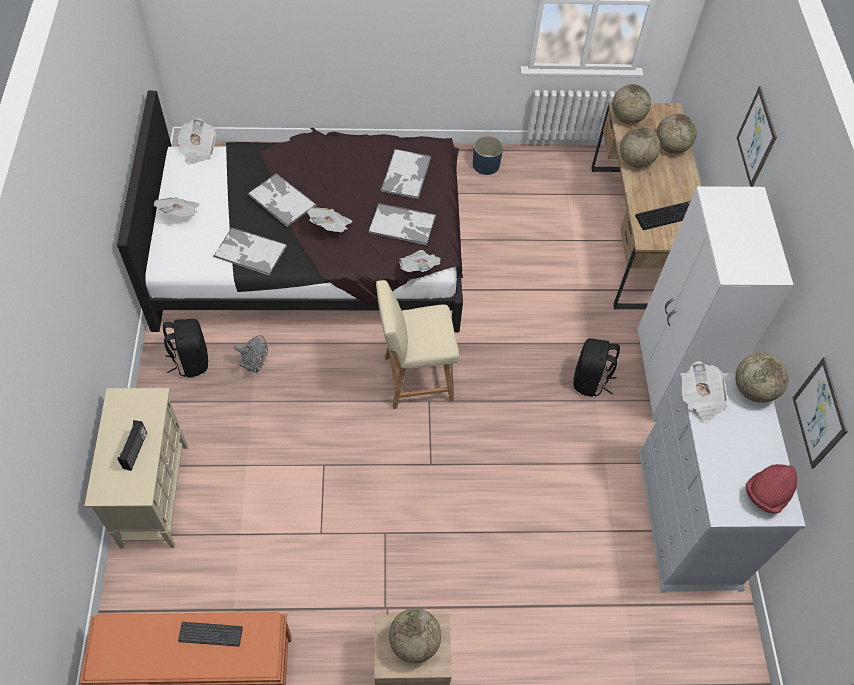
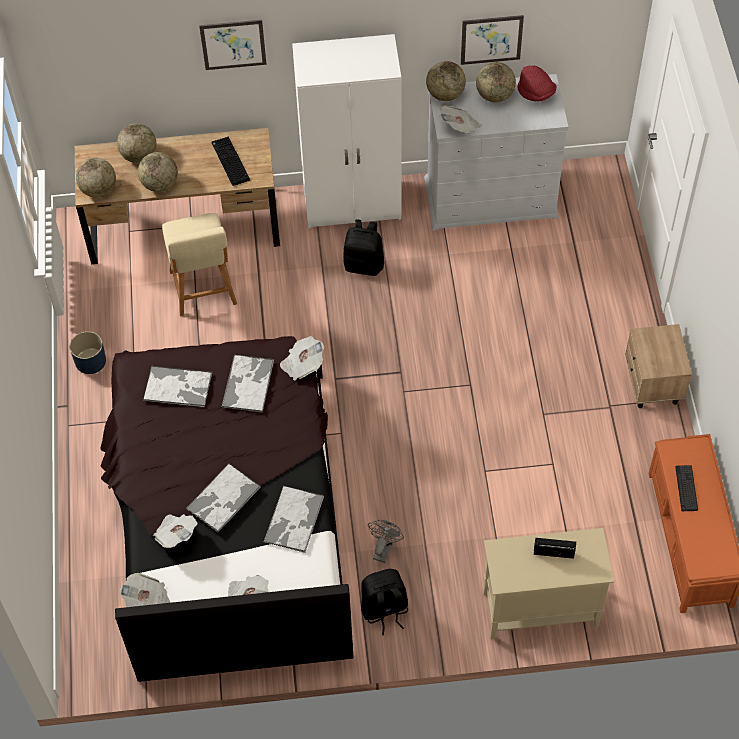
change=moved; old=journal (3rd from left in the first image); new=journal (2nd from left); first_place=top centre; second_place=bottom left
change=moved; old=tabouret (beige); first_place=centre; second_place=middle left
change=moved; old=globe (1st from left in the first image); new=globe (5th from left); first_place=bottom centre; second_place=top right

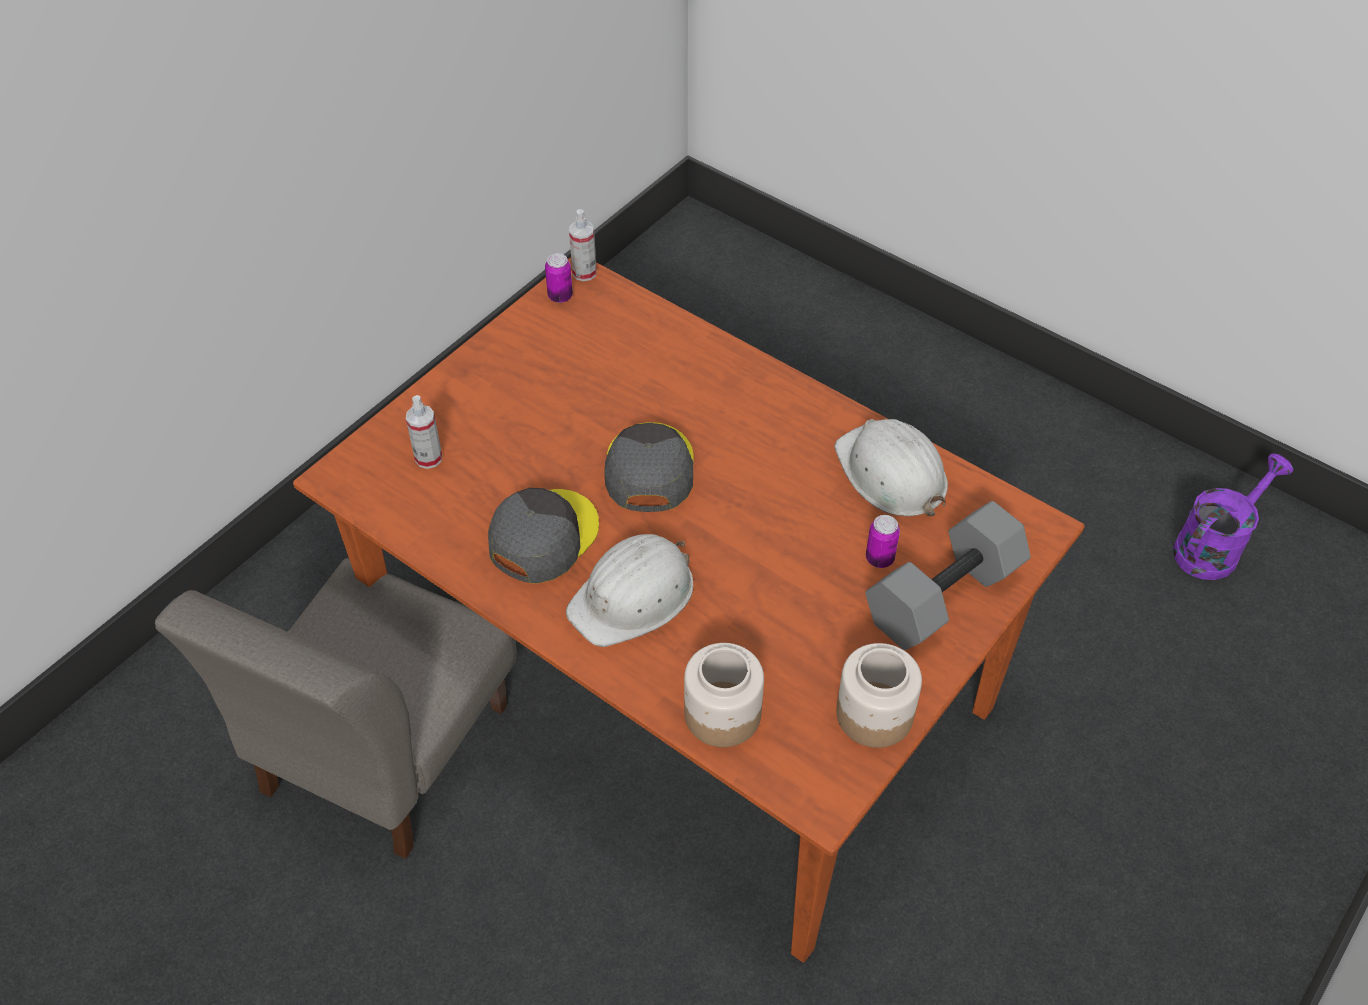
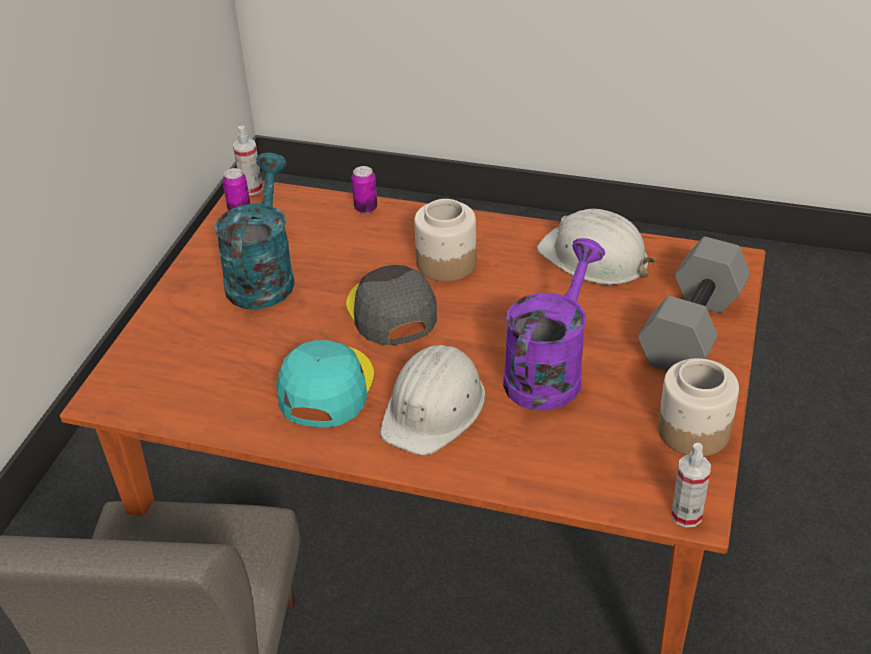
change=added; new=arrosoir (turquoise); second_place=middle left
change=recoloured; old=casquette (gris) (1st from left); new=casquette (turquoise); first_place=centre; second_place=centre
change=moved; old=boîte métallique (2nd from left); first_place=centre; second_place=top centre
change=moved; old=bocal (1st from left); first_place=bottom centre; second_place=centre
change=moved; old=arrosoir (violet); first_place=middle right; second_place=centre
change=moved; old=vaporisateur (1st from left in the first image); new=vaporisateur (2nd from left); first_place=middle left; second_place=bottom right

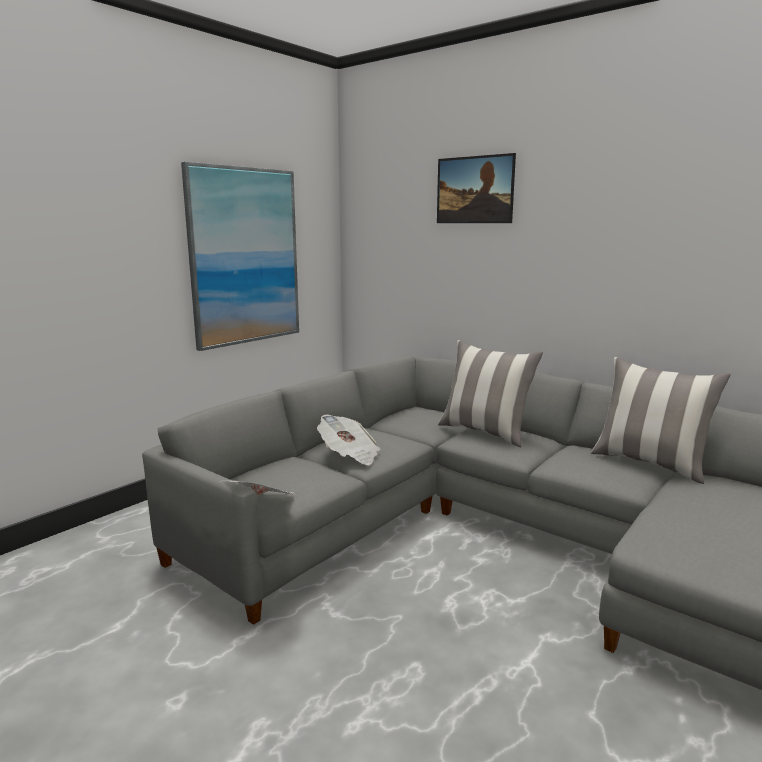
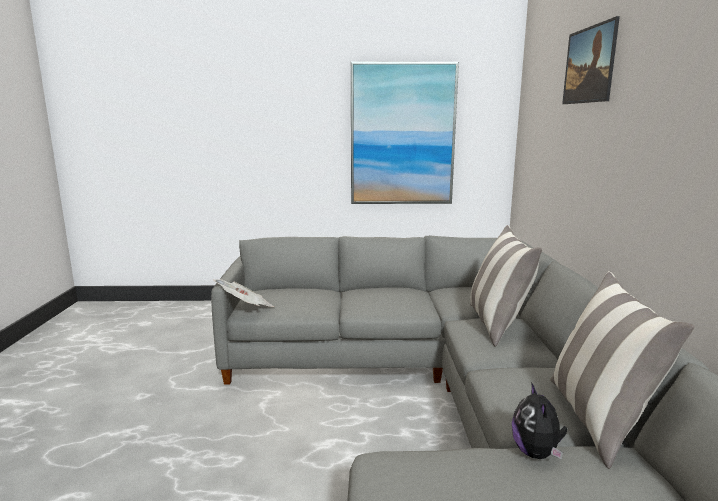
change=added; new=peluche; second_place=bottom right
change=removed; old=journal (2nd from left); first_place=centre

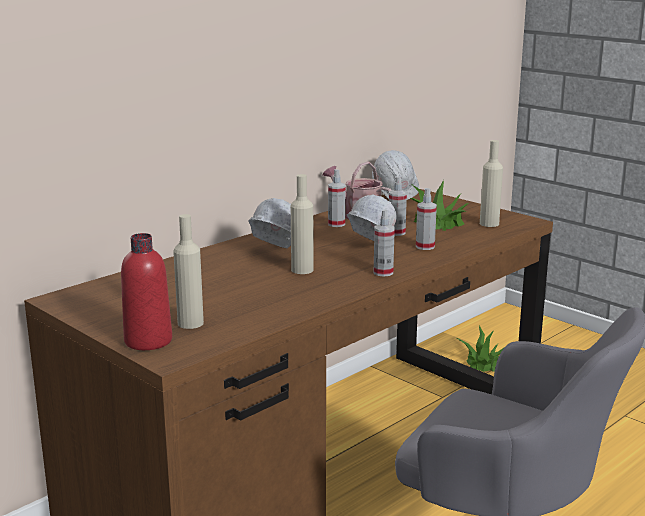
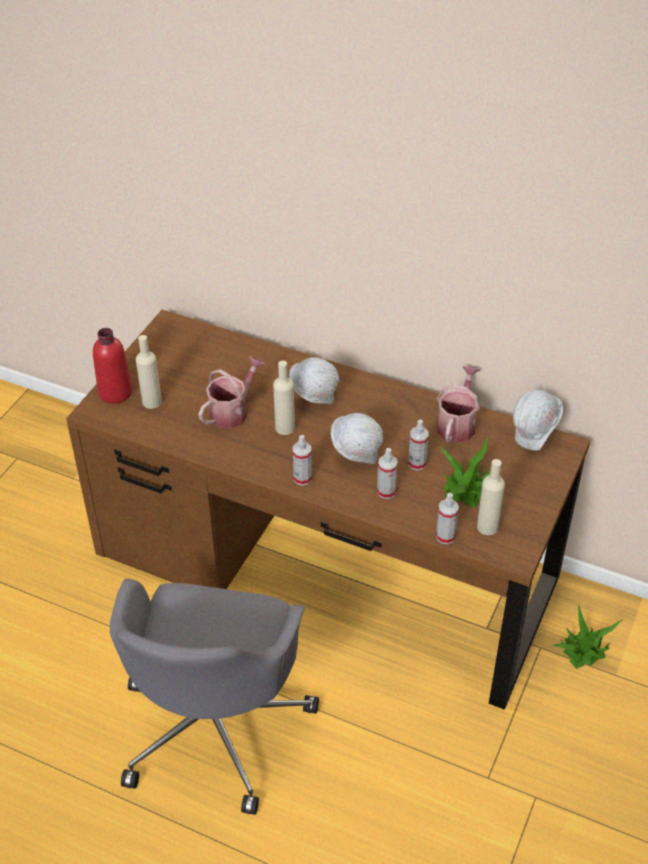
change=added; new=arrosoir (1st from left); second_place=centre
change=moved; old=vaporisateur (1st from left in the first image); new=vaporisateur (4th from left); first_place=centre; second_place=middle right

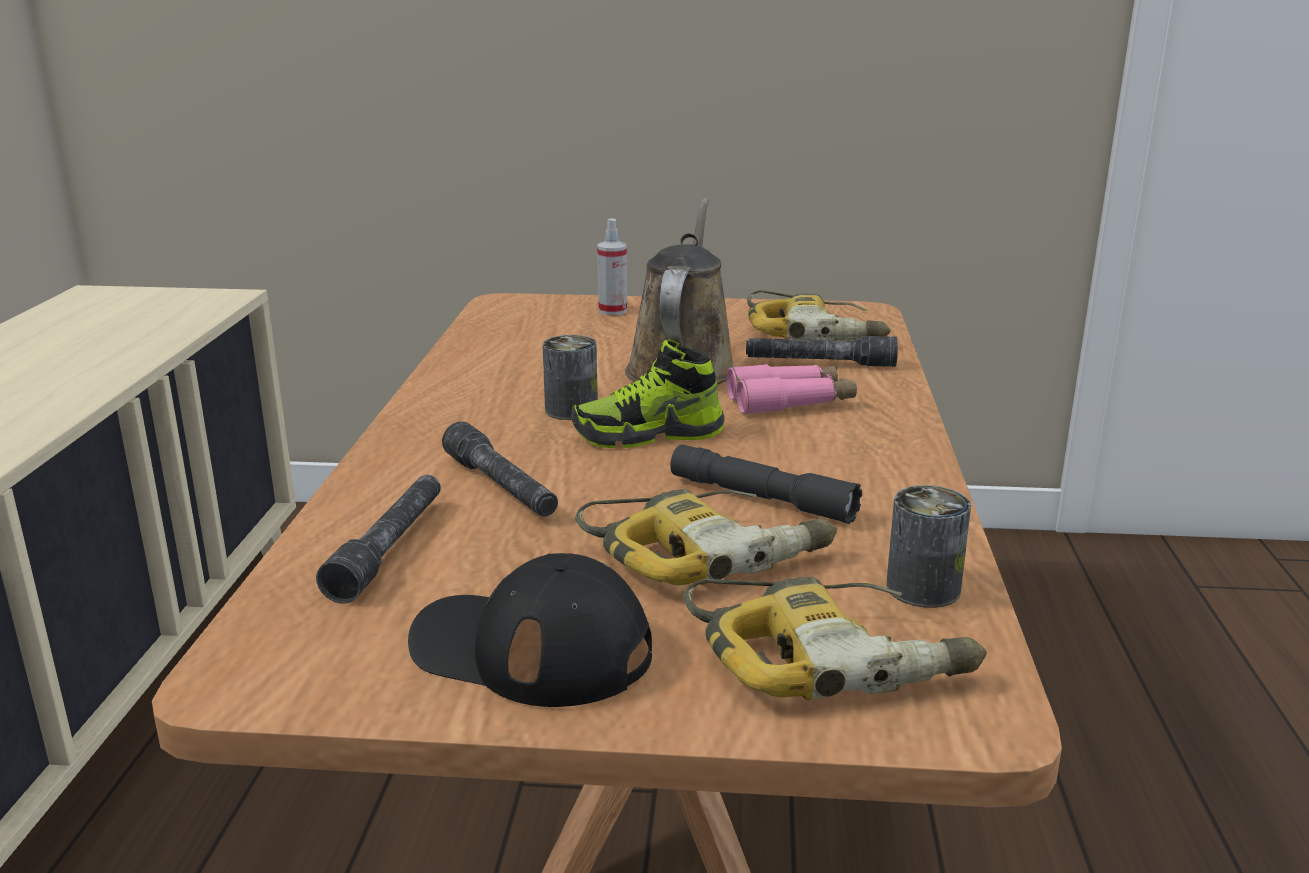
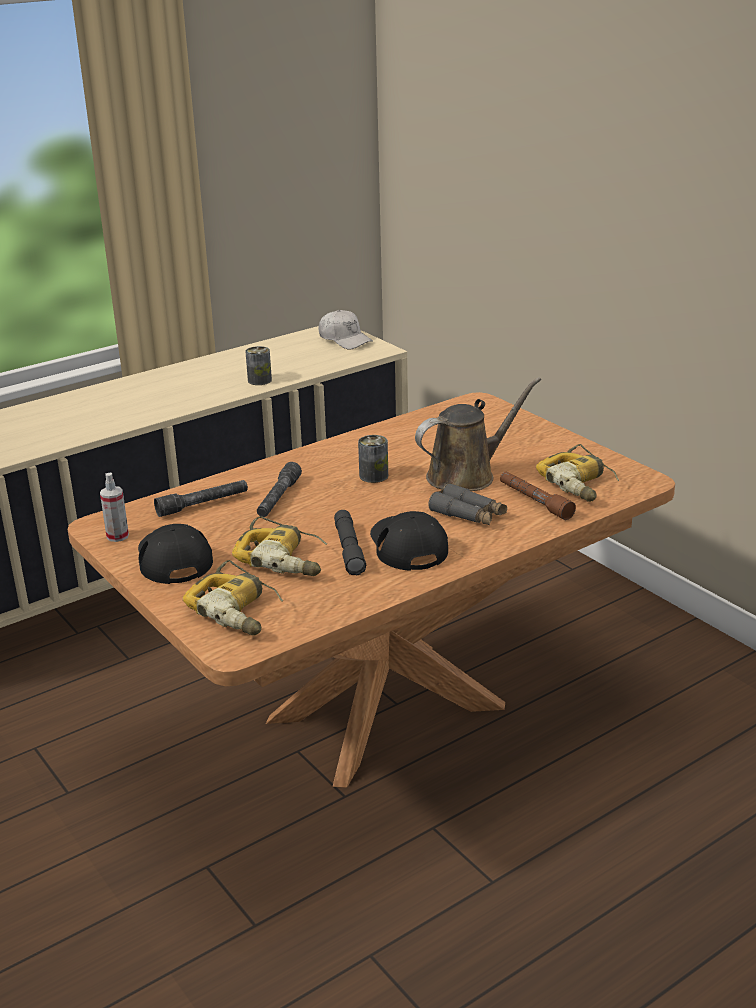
change=moved; old=vaporisateur; first_place=top centre; second_place=middle left
change=moved; old=boîte métallique (2nd from left in the first image); new=boîte métallique (1st from left); first_place=middle right; second_place=centre
change=added; new=casquette (blanc); second_place=top centre
change=added; new=casquette (noir) (2nd from left); second_place=centre
change=recoloured; old=jumelles (rose); new=jumelles (gris); first_place=centre; second_place=centre
change=recoloured; old=lampe de poche (gris) (4th from left); new=lampe de poche (marron); first_place=centre; second_place=middle right
change=removed; old=chaussure; first_place=centre

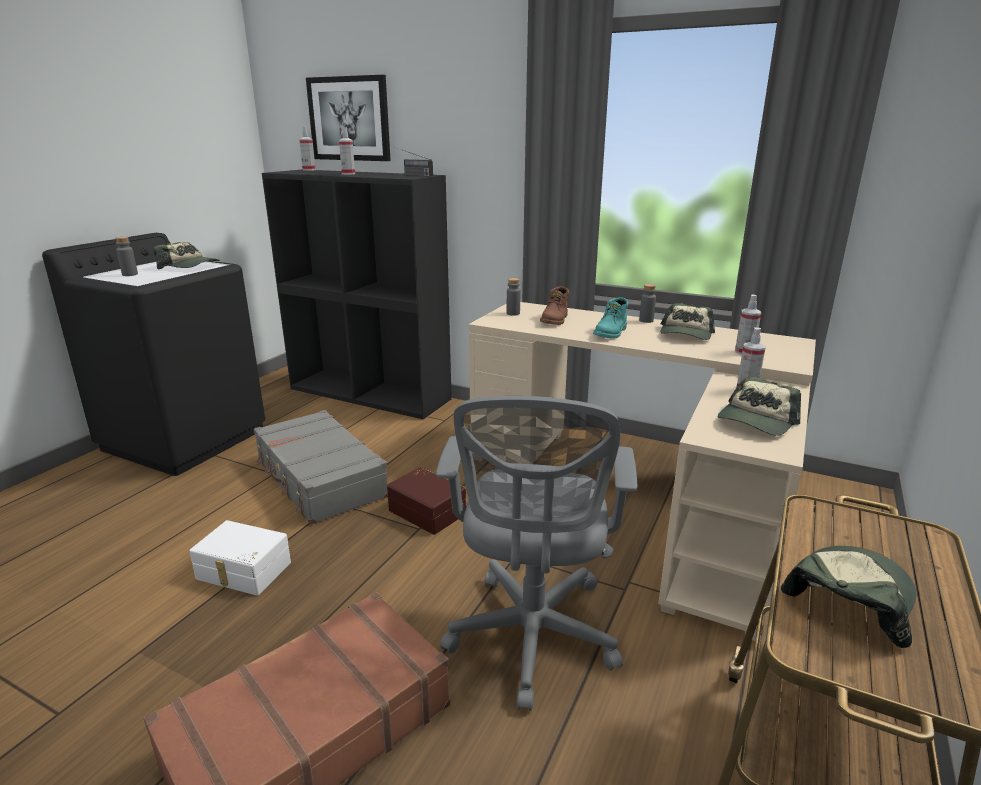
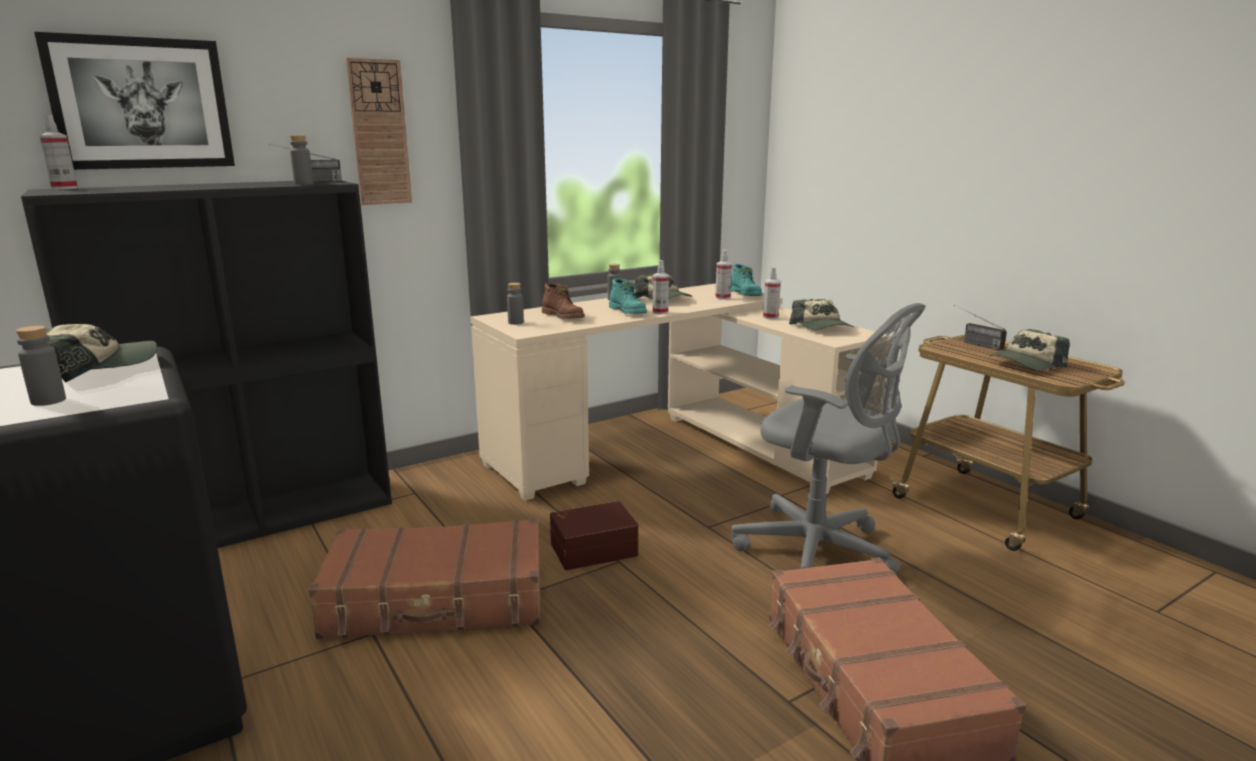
change=added; new=bouteille (gris) (2nd from left); second_place=top left
change=recoloured; old=valise (gris); new=valise (marron) (1st from left); first_place=middle left; second_place=bottom centre
change=added; new=horloge murale; second_place=top left
change=moved; old=vaporisateur (2nd from left); first_place=top centre; second_place=centre
change=added; new=botte (turquoise) (2nd from left); second_place=centre
change=added; new=radio (2nd from left); second_place=middle right
change=turned; old=casquette (4th from left); first_place=bottom right; second_place=middle right; degrees=-105
change=removed; old=boîte de rangement (blanc); first_place=bottom left

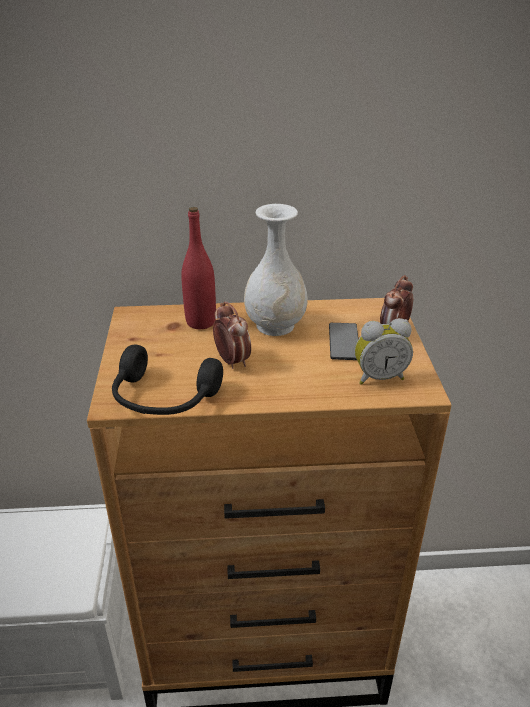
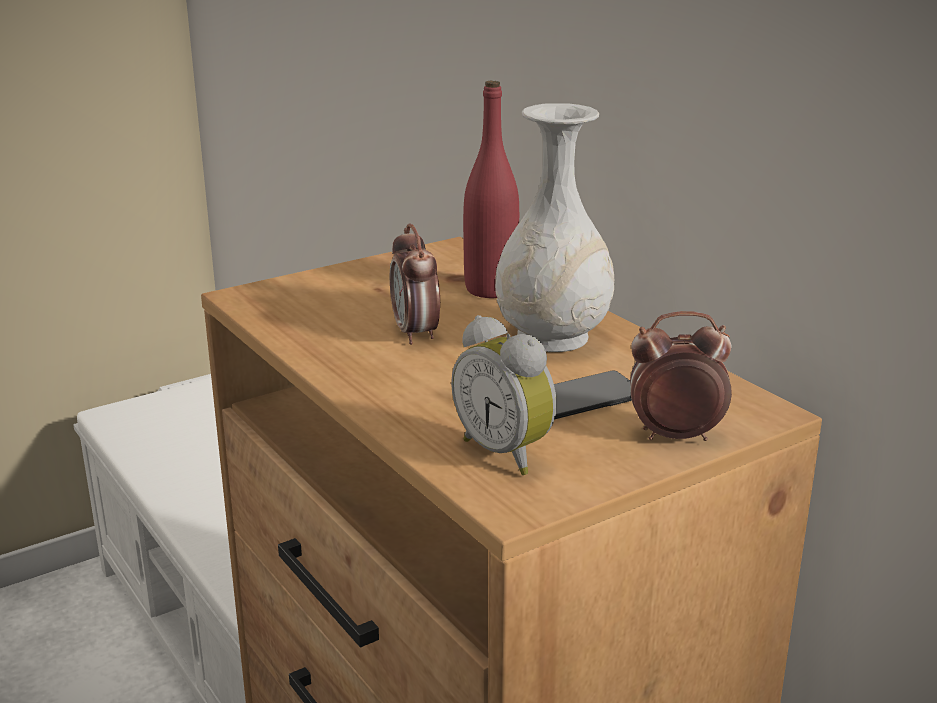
change=turned; old=réveil (1st from left); first_place=centre; second_place=centre; degrees=135
change=removed; old=casque audio (noir); first_place=middle left

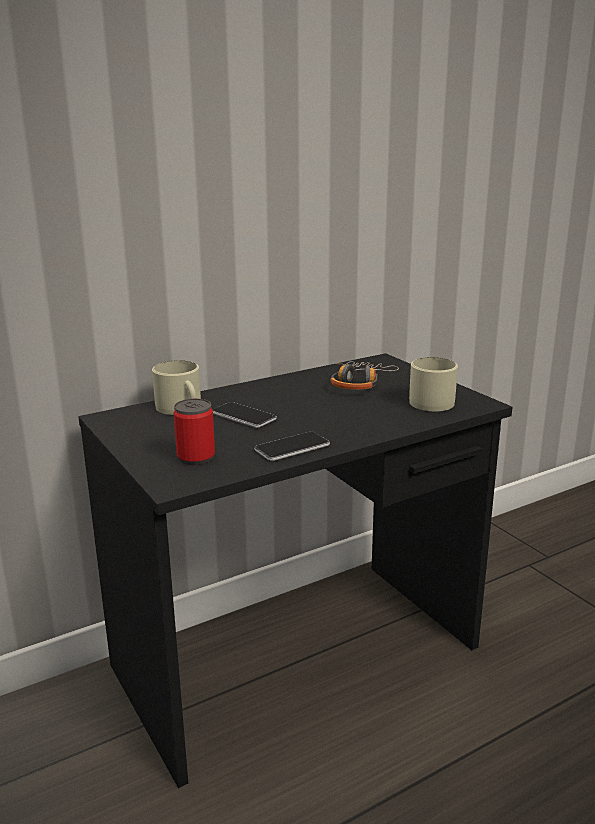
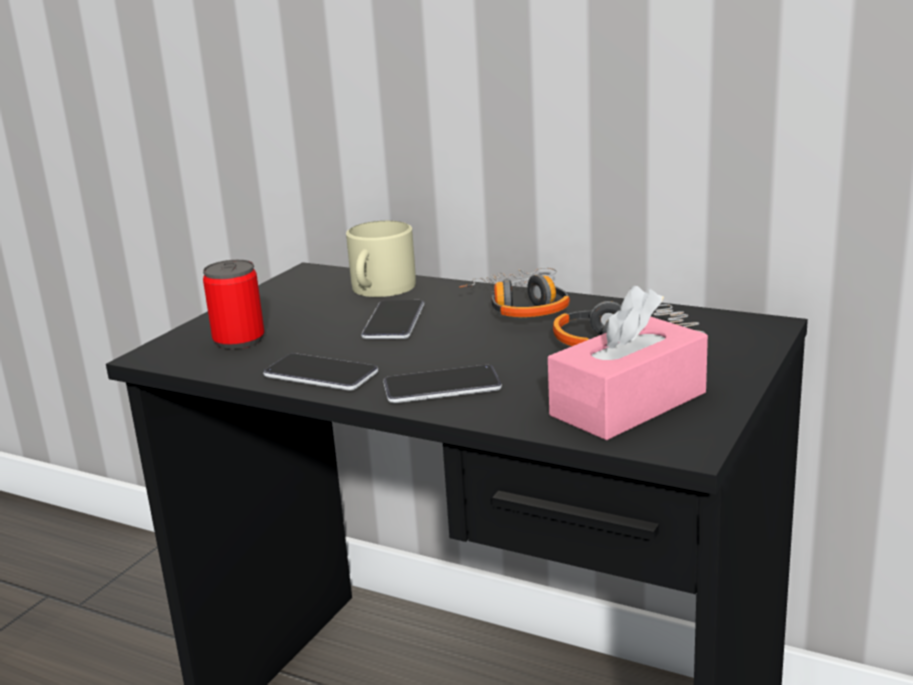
change=added; new=téléphone (3rd from left); second_place=centre
change=added; new=casque audio (1st from left); second_place=centre
change=replaced; old=mug (beige) (2nd from left); new=boîte à mouchoirs (rose); first_place=middle right; second_place=middle right

